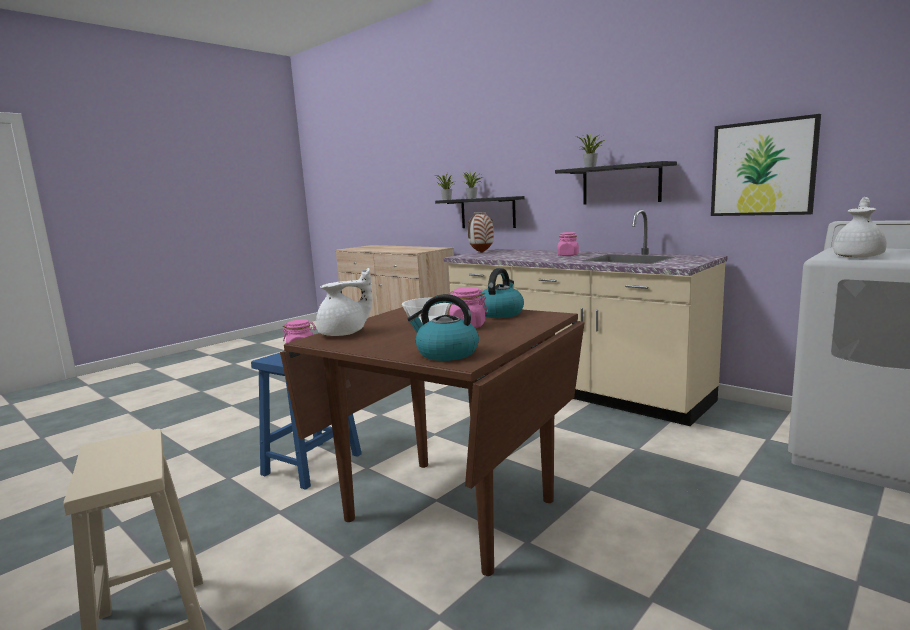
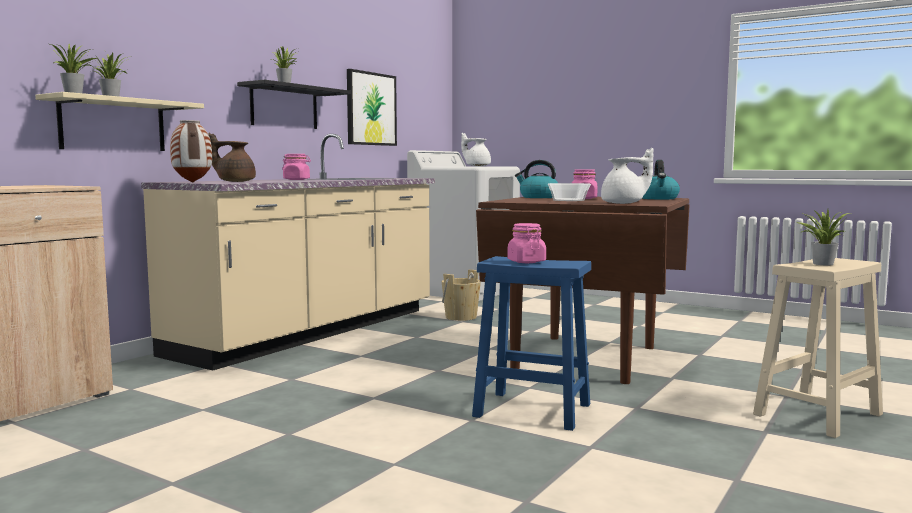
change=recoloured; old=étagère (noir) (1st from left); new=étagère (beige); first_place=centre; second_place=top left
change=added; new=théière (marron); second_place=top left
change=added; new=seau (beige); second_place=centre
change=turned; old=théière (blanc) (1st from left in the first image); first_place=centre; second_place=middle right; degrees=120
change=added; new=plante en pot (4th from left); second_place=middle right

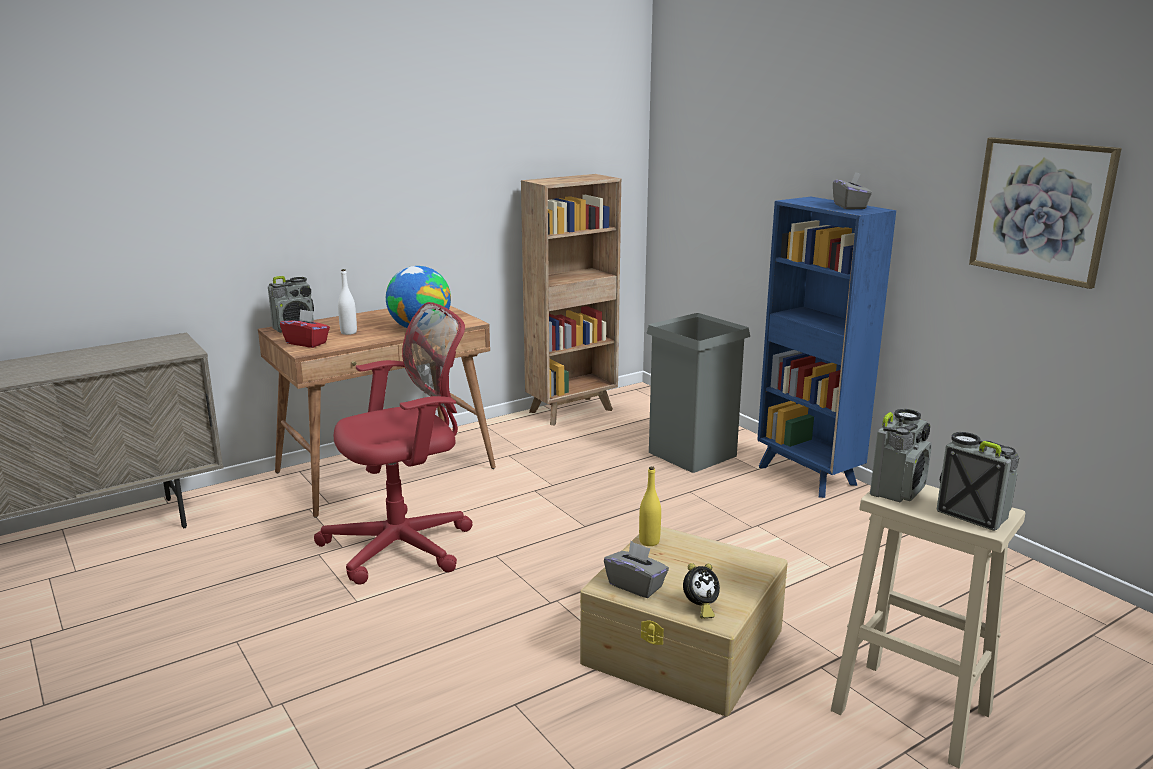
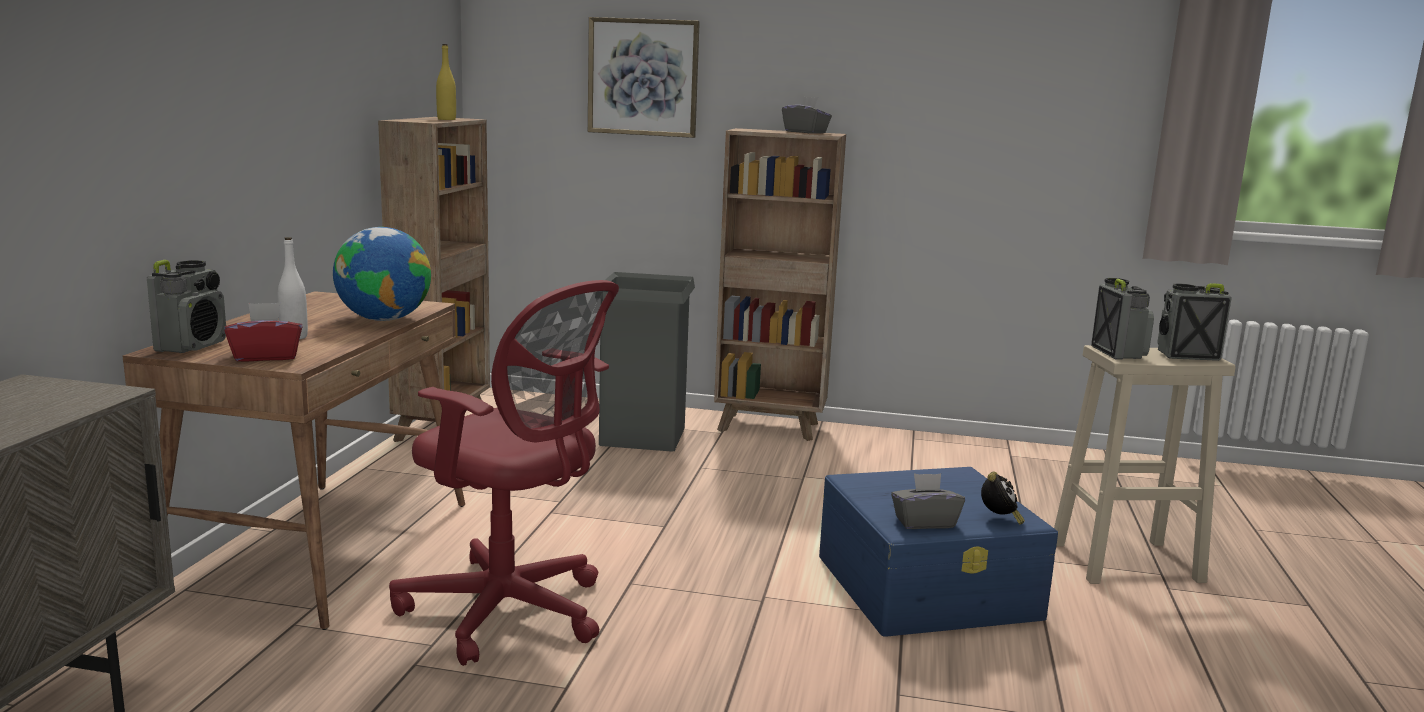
change=turned; old=chaise de bureau (rouge); first_place=centre; second_place=centre; degrees=105
change=moved; old=bouteille (jaune); first_place=centre; second_place=top left
change=moved; old=tableau; first_place=top right; second_place=top centre
change=recoloured; old=bibliothèque (bleu); new=bibliothèque (marron) (2nd from left); first_place=middle right; second_place=centre
change=recoloured; old=boîte de rangement (beige); new=boîte de rangement (bleu); first_place=bottom centre; second_place=bottom centre

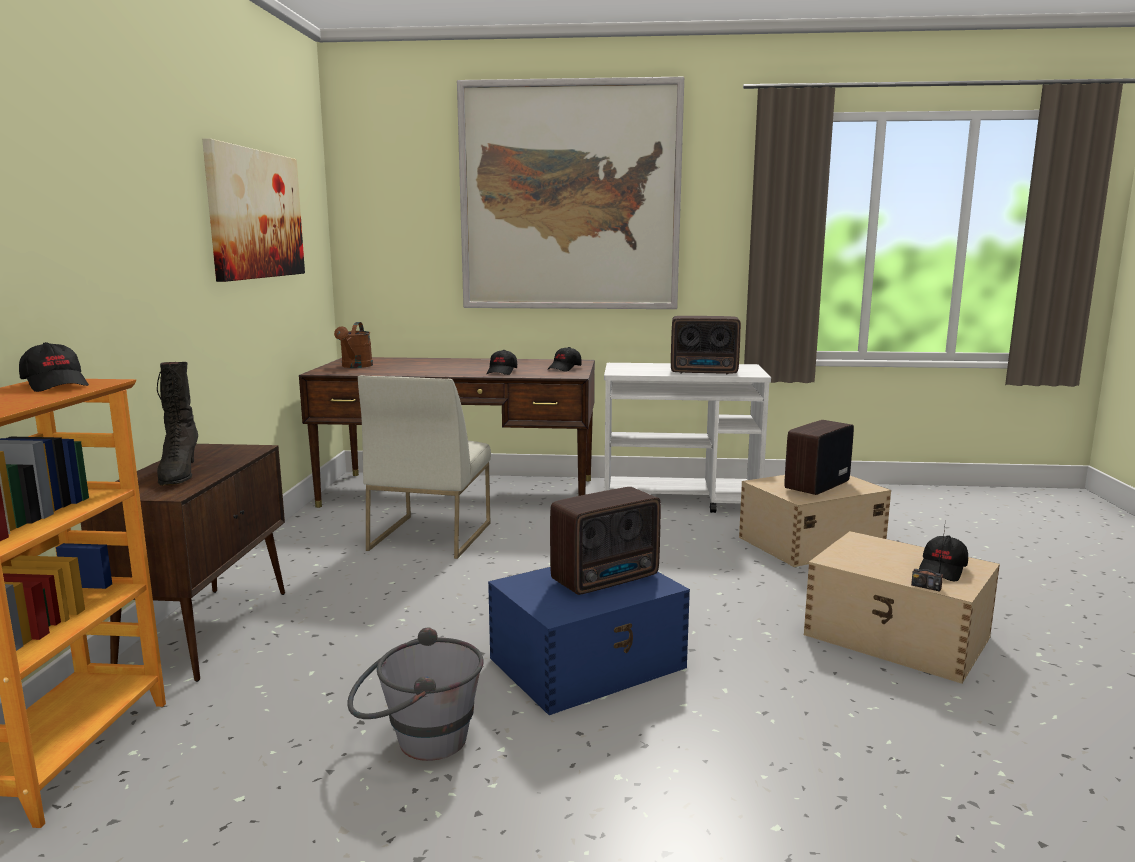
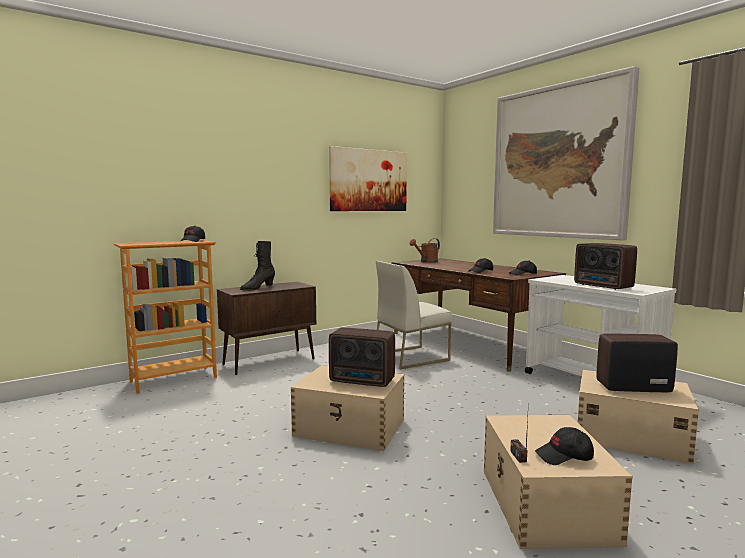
change=recoloured; old=boîte de rangement (bleu); new=boîte de rangement (beige) (1st from left); first_place=bottom centre; second_place=bottom centre
change=removed; old=seau (gris); first_place=bottom centre

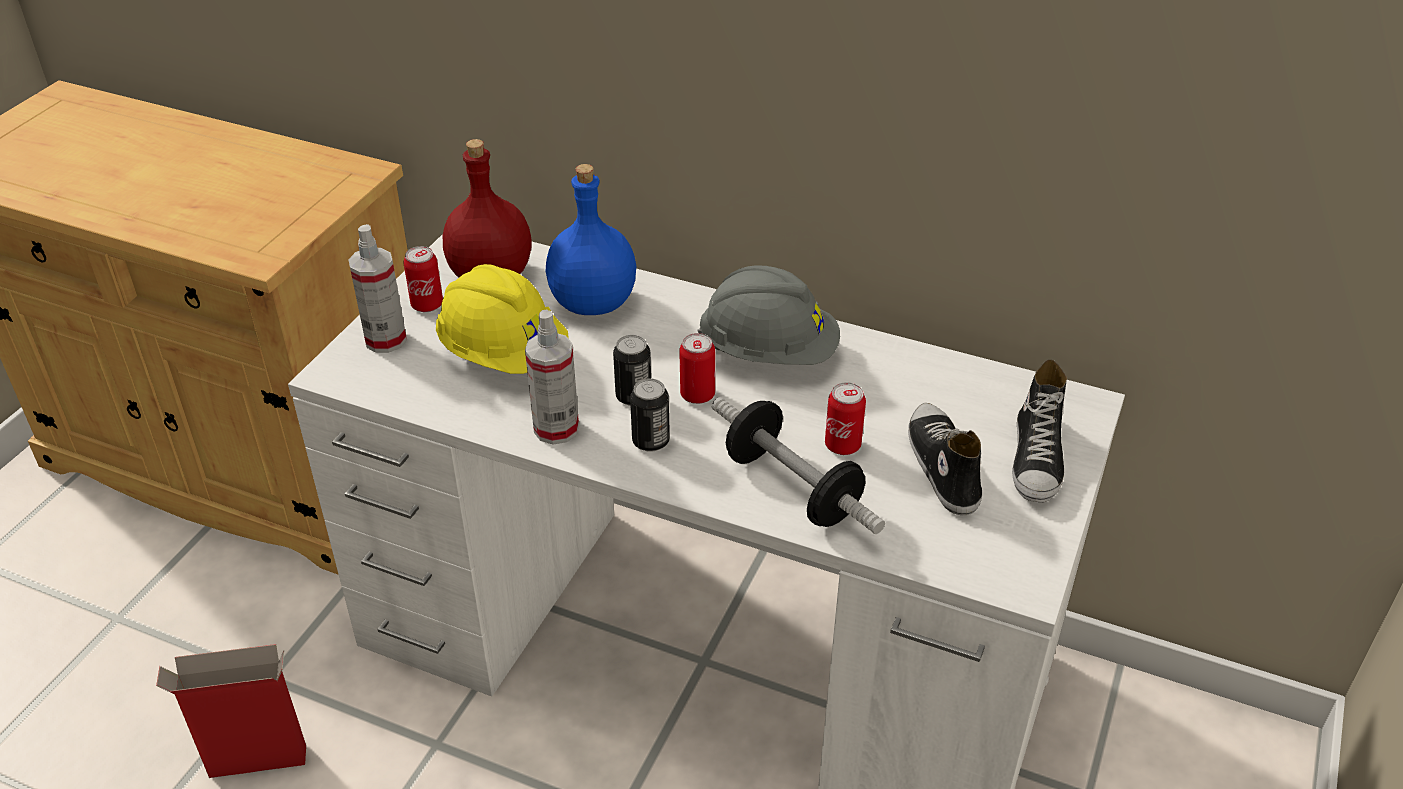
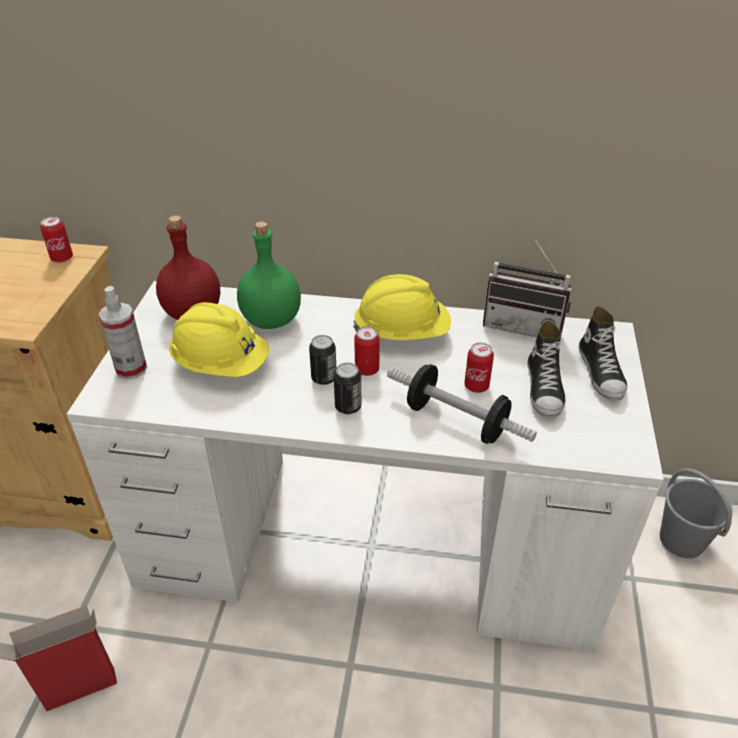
change=moved; old=boîte métallique (1st from left); first_place=middle left; second_place=top left
change=recoloured; old=bouteille (bleu); new=bouteille (vert); first_place=top centre; second_place=centre
change=recoloured; old=casque de chantier (gris); new=casque de chantier (jaune) (2nd from left); first_place=centre; second_place=centre
change=added; new=radio; second_place=middle right
change=turned; old=chaussure (1st from left); first_place=middle right; second_place=middle right; degrees=-150
change=added; new=seau (gris); second_place=bottom right
change=removed; old=vaporisateur (2nd from left); first_place=centre

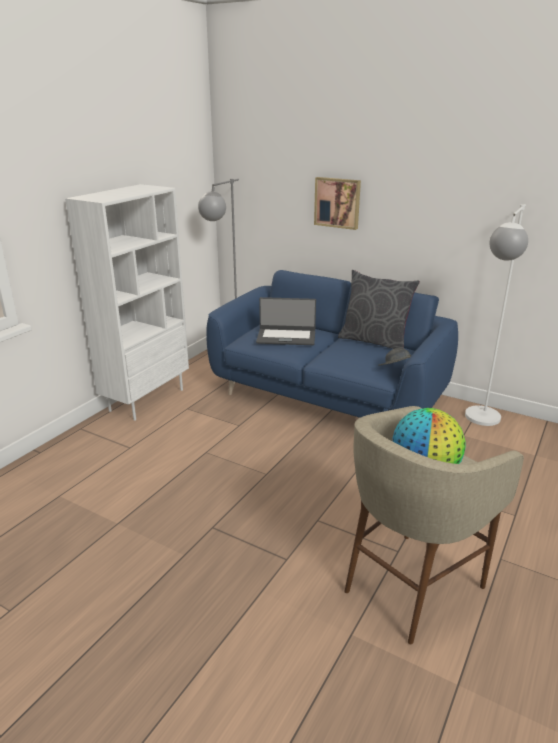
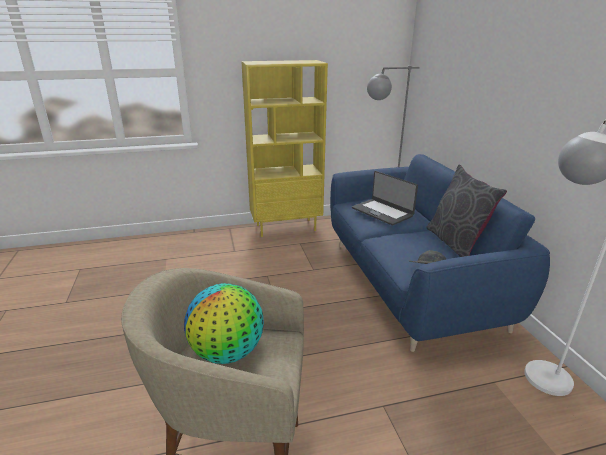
change=recoloured; old=bibliothèque (blanc); new=bibliothèque (jaune); first_place=middle left; second_place=top centre
change=removed; old=tableau; first_place=top centre

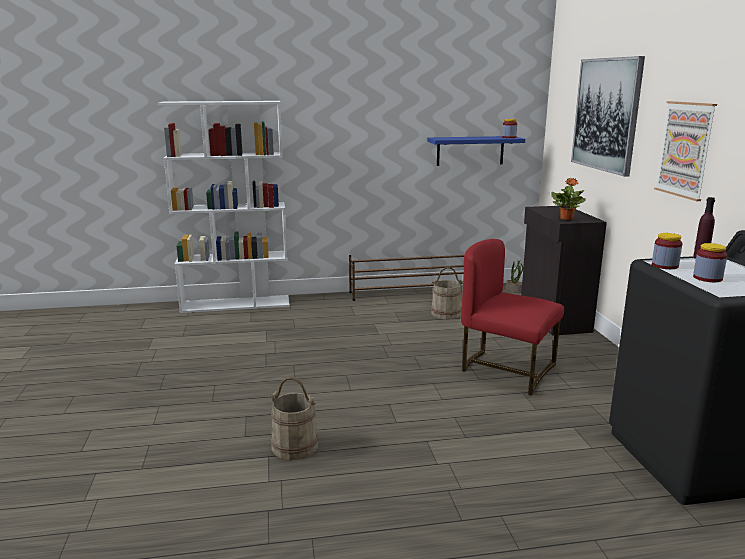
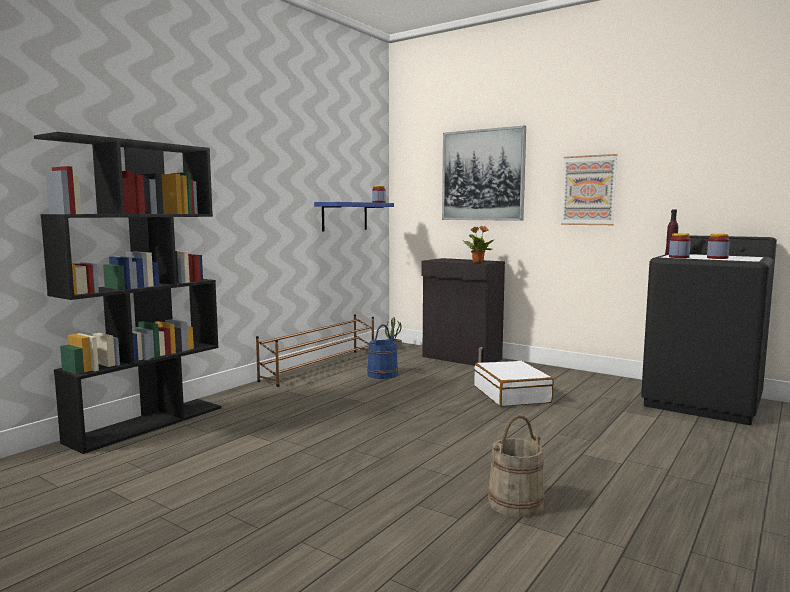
change=recoloured; old=bibliothèque (blanc); new=bibliothèque (noir); first_place=middle left; second_place=middle left
change=recoloured; old=seau (beige) (2nd from left); new=seau (bleu); first_place=centre; second_place=centre
change=replaced; old=chaise (rouge); new=valise (blanc); first_place=middle right; second_place=centre

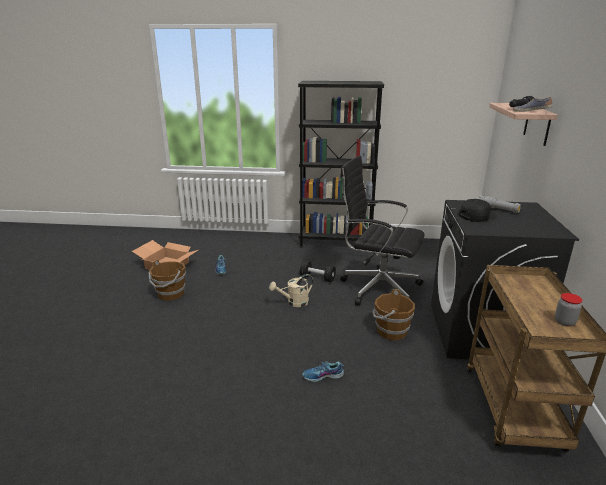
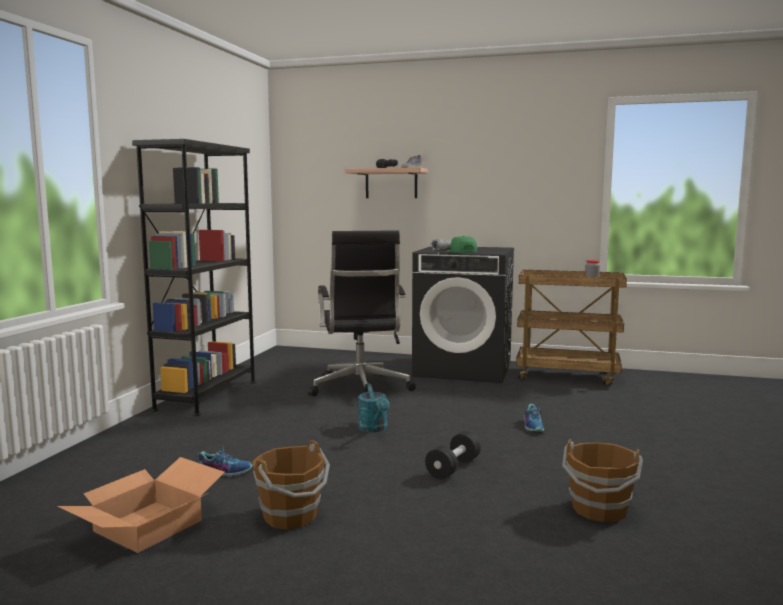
change=turned; old=chaise de bureau (noir); first_place=centre; second_place=centre; degrees=-45
change=recoloured; old=arrosoir (beige); new=arrosoir (turquoise); first_place=centre; second_place=bottom centre
change=moved; old=haltère (noir); first_place=centre; second_place=bottom centre
change=recoloured; old=casquette (noir); new=casquette (vert); first_place=middle right; second_place=centre
change=moved; old=seau (marron) (2nd from left); first_place=centre; second_place=bottom right

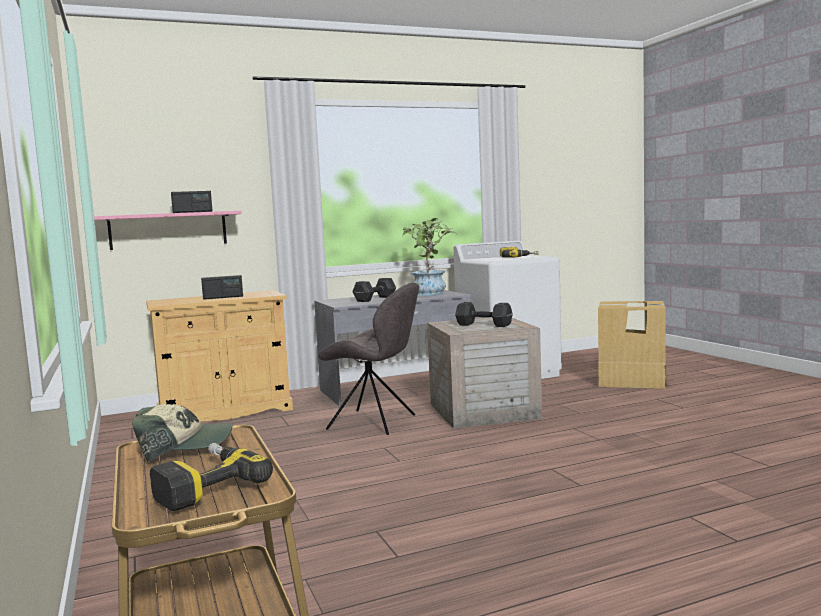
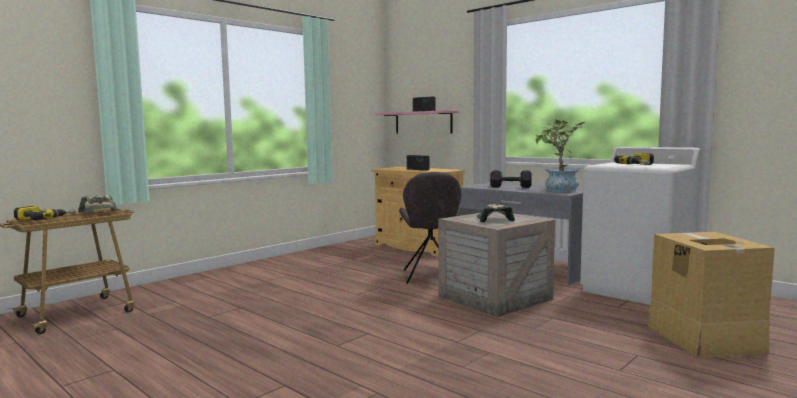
change=replaced; old=haltère (noir) (2nd from left); new=casquette (2nd from left); first_place=centre; second_place=centre

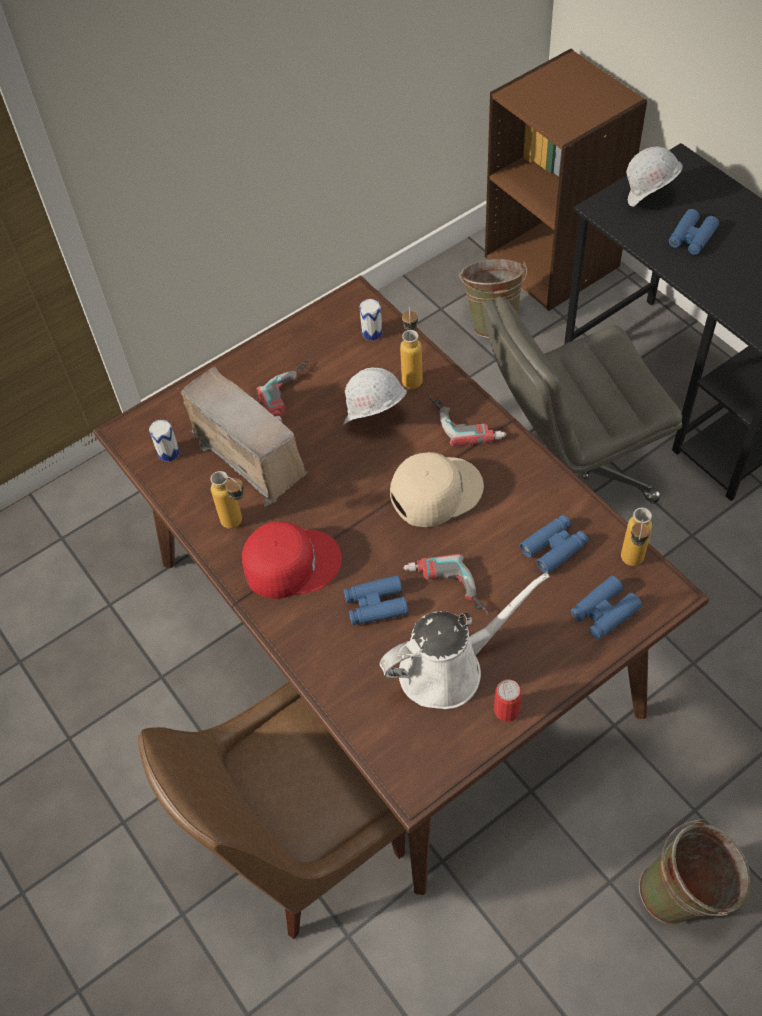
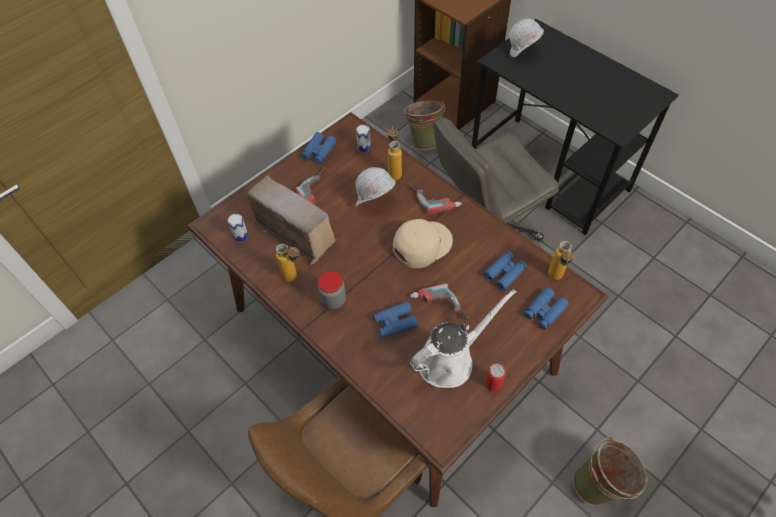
change=moved; old=jumelles (bleu) (4th from left in the first image); new=jumelles (bleu) (1st from left); first_place=top right; second_place=top centre
change=replaced; old=casquette (rouge); new=bocal; first_place=centre; second_place=centre

